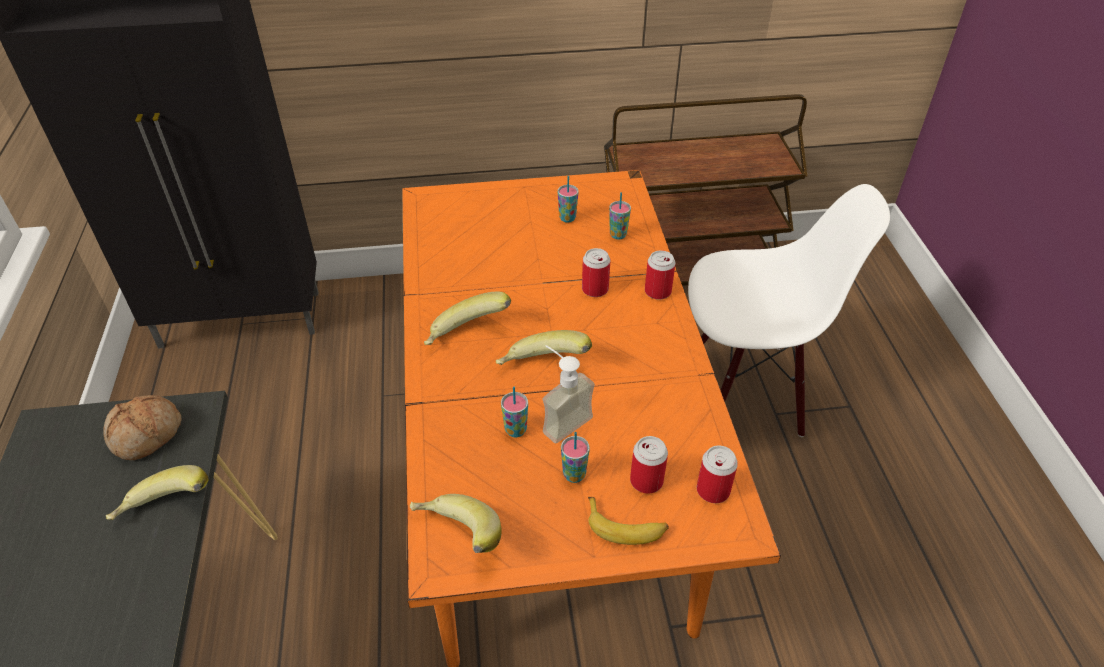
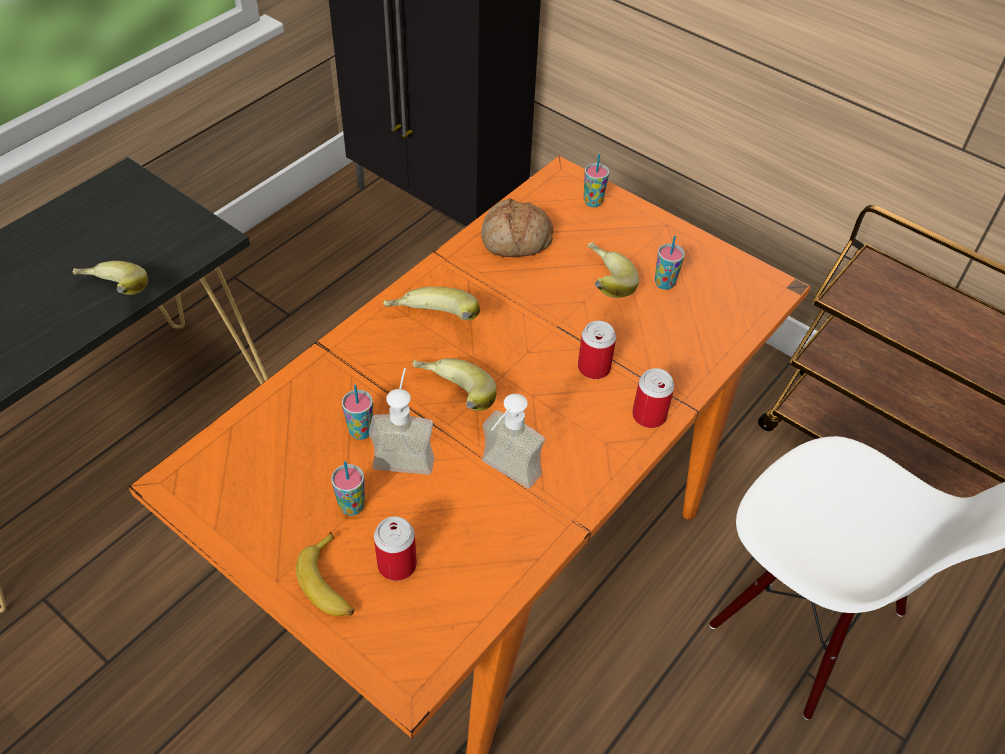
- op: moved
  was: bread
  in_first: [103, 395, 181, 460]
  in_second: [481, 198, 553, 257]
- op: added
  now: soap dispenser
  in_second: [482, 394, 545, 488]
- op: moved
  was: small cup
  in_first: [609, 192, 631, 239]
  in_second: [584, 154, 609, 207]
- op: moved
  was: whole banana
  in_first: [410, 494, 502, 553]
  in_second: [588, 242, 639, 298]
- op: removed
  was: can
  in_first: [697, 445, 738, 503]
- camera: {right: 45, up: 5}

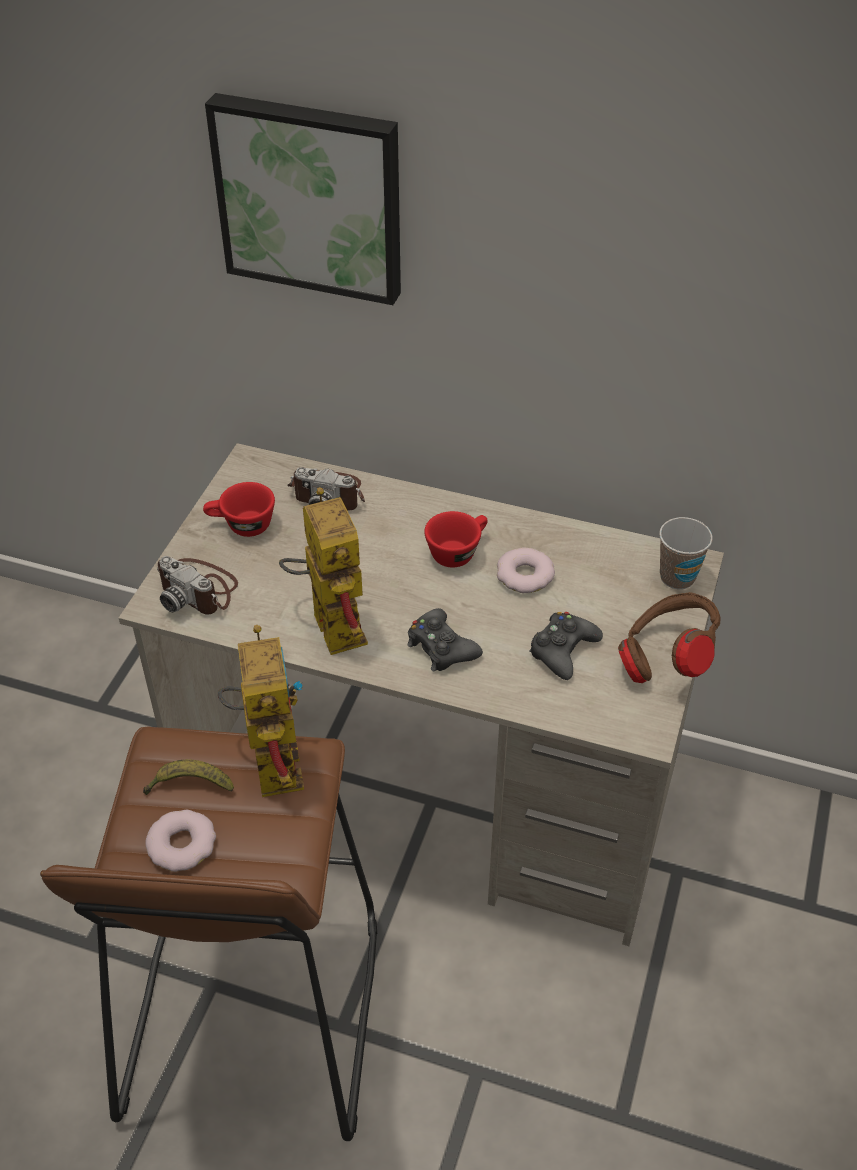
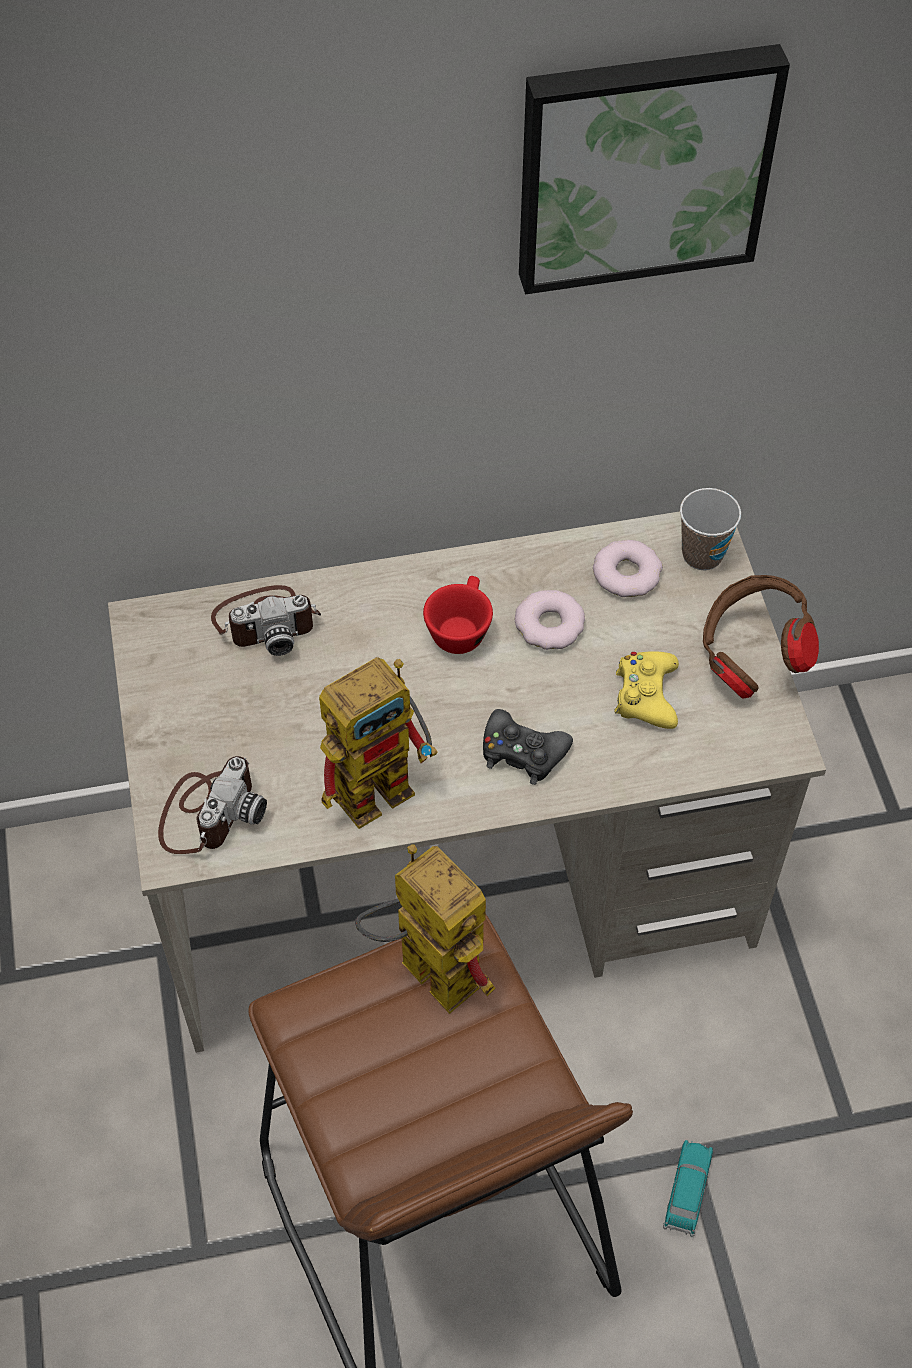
- op: turned
  was: photo camera
  in_first: [157, 556, 238, 615]
  in_second: [158, 756, 267, 854]
  clockwise: -75
- op: turned
  was: toy robot
  in_first: [279, 487, 368, 655]
  in_second: [319, 657, 438, 829]
  clockwise: 105
- op: moved
  was: wall art
  in_first: [205, 93, 401, 305]
  in_second: [519, 44, 790, 294]
- op: moved
  was: ring doughnut
  in_first: [145, 810, 216, 872]
  in_second: [593, 540, 663, 597]
- op: recoloured
  was: gamepad in black
  now: gamepad in yellowish
  in_first: [529, 612, 603, 680]
  in_second: [615, 651, 679, 729]
- op: added
  now: miniature car
  in_second: [663, 1140, 713, 1237]
- op: removed
  was: whole banana
  in_first: [143, 759, 234, 795]
- op: removed
  was: small cup in red-coloured
  in_first: [203, 482, 275, 537]
- camera: {right: -30, up: 10}

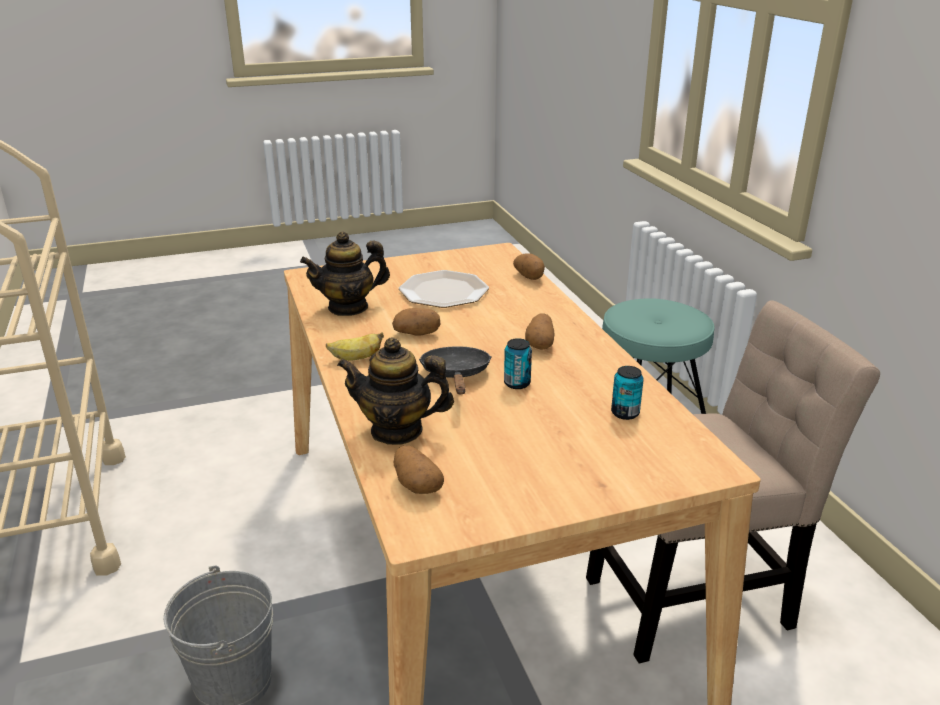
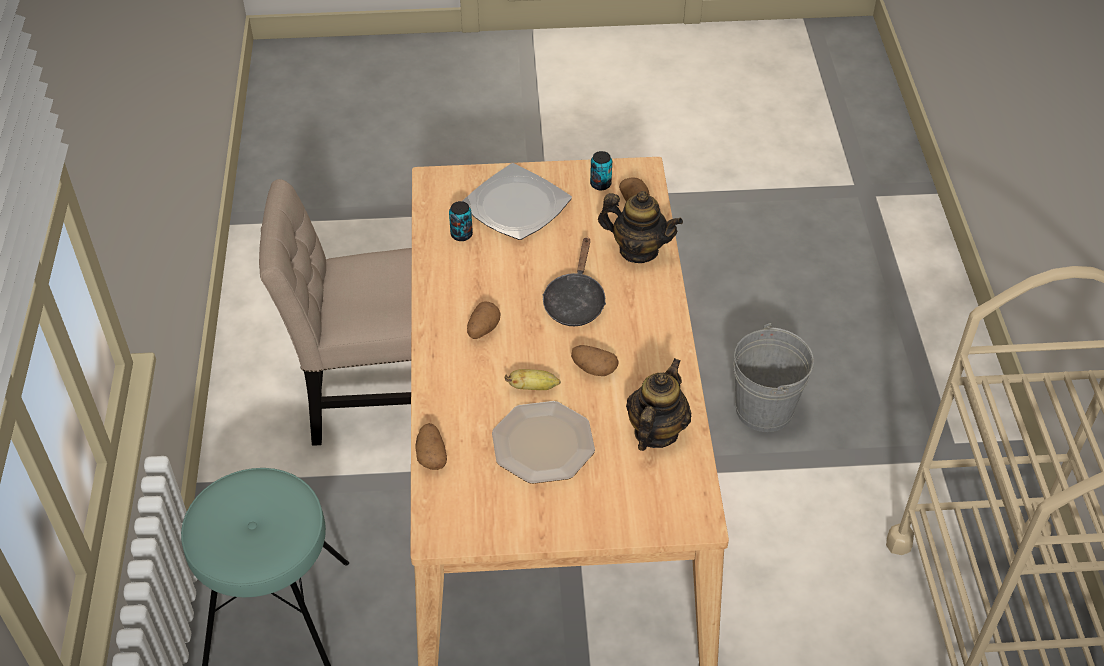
- op: added
  now: plate
  in_second: [463, 163, 572, 240]
- op: moved
  was: whole banana
  in_first: [326, 332, 384, 361]
  in_second: [505, 369, 561, 390]
- op: moved
  was: can
  in_first: [504, 338, 532, 389]
  in_second: [590, 151, 612, 190]
- op: turned
  was: tea pot
  in_first: [300, 231, 390, 316]
  in_second: [626, 358, 692, 451]
  clockwise: -60
- camera: {right: -165, up: 20}

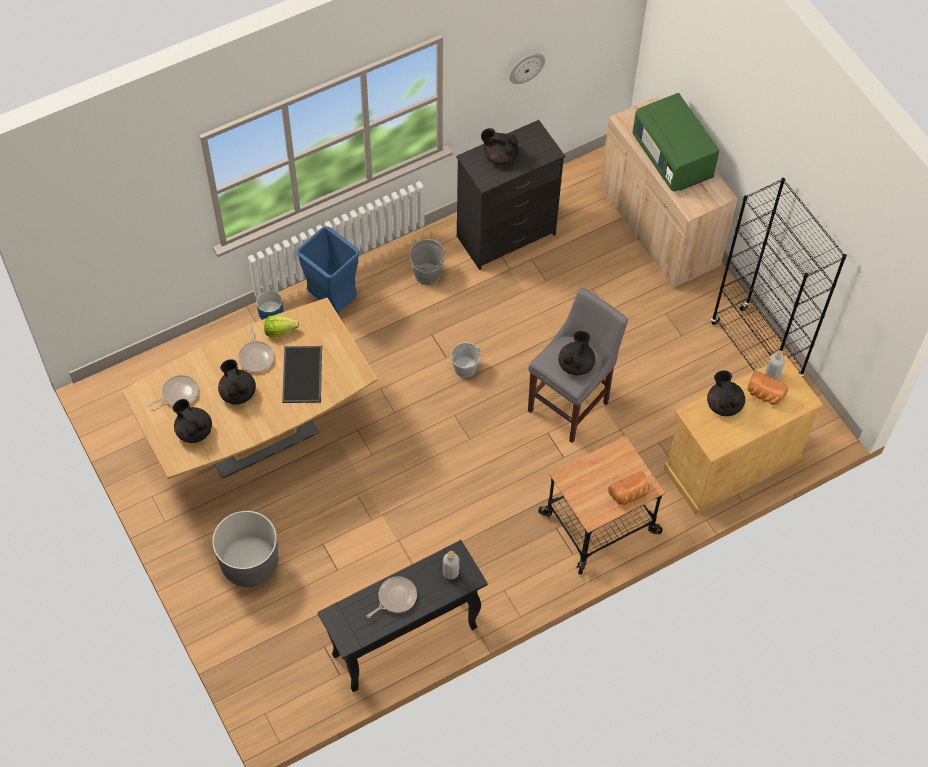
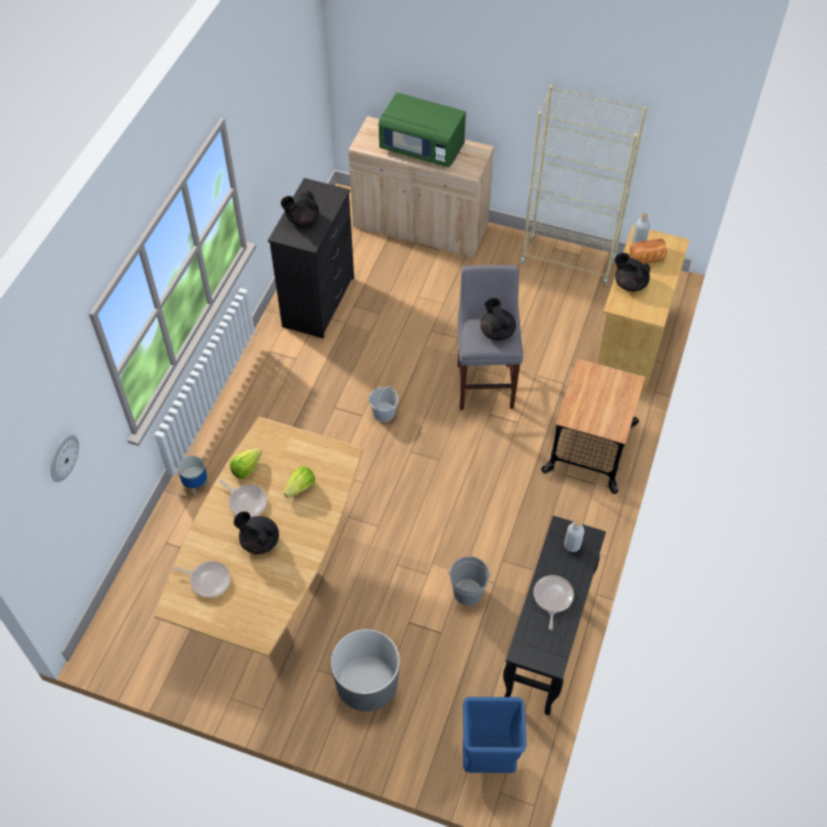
- op: moved
  was: hanging clock
  in_first: [509, 53, 545, 84]
  in_second: [51, 434, 79, 482]
- op: turned
  was: skillet
  in_first: [146, 375, 198, 407]
  in_second: [173, 561, 231, 598]
  clockwise: 90
- op: replaced
  was: carrying tray
  now: lettuce head
  in_first: [282, 346, 322, 403]
  in_second: [284, 466, 315, 498]
- op: moved
  was: bucket in greyish
  in_first: [410, 239, 445, 285]
  in_second: [447, 556, 492, 606]
- op: moved
  was: trash can in blue
  in_first: [296, 226, 360, 313]
  in_second: [463, 697, 527, 773]
- op: recoloured
  was: bookshelf in black
  now: bookshelf in beige-coloured
  in_first: [711, 178, 847, 377]
  in_second: [521, 85, 647, 285]
- op: removed
  was: tea pot in black
  in_first: [172, 399, 212, 443]
- op: removed
  was: bread
  in_first: [608, 471, 649, 505]
- camera: {right: -40, up: -5}

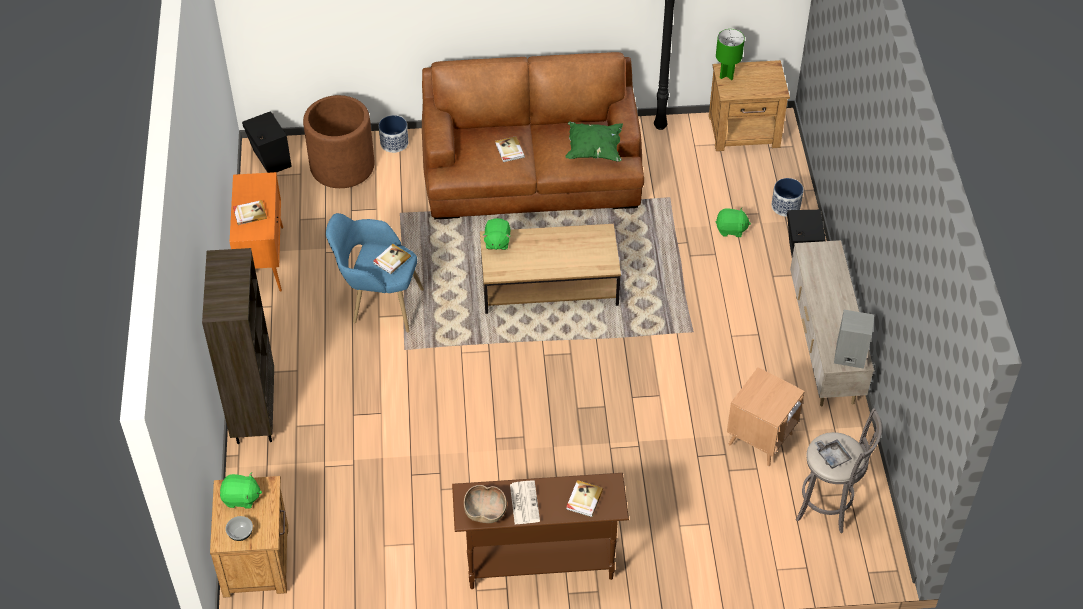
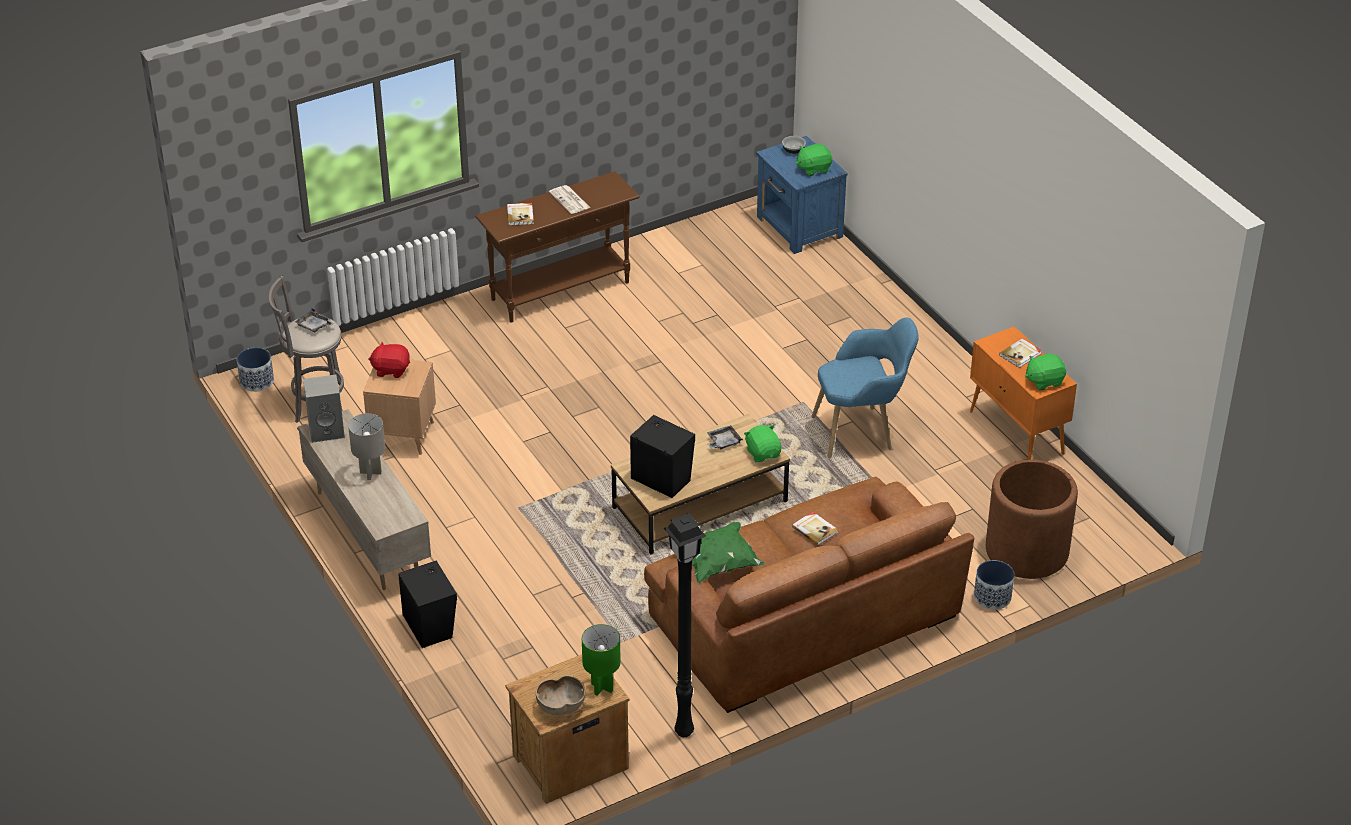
- op: moved
  was: flower pot
  in_first: [771, 178, 804, 217]
  in_second: [237, 347, 274, 392]
- op: added
  now: tabletop lamp in greyish
  in_second: [348, 413, 386, 480]
- op: added
  now: cuddly toy in red-coloured
  in_second: [368, 342, 410, 378]
- op: moved
  was: deep dish in brown
  in_first: [464, 485, 507, 523]
  in_second: [536, 675, 585, 716]
- op: moved
  was: speaker in black
  in_first: [242, 111, 292, 173]
  in_second: [630, 415, 695, 498]
- op: added
  now: carrying tray in greyish
  in_second: [707, 425, 743, 449]
- op: recoloured
  was: nightstand in brown
  now: nightstand in blue
  in_first: [210, 476, 288, 598]
  in_second: [756, 136, 848, 254]
- op: moved
  was: cuddly toy in green-coloured
  in_first: [716, 208, 751, 237]
  in_second: [1025, 353, 1066, 391]
- op: removed
  was: bookshelf in brown
  in_first: [202, 248, 274, 444]
- op: removed
  was: book
  in_first: [373, 244, 411, 274]
- camera: {right: 155, up: -10}

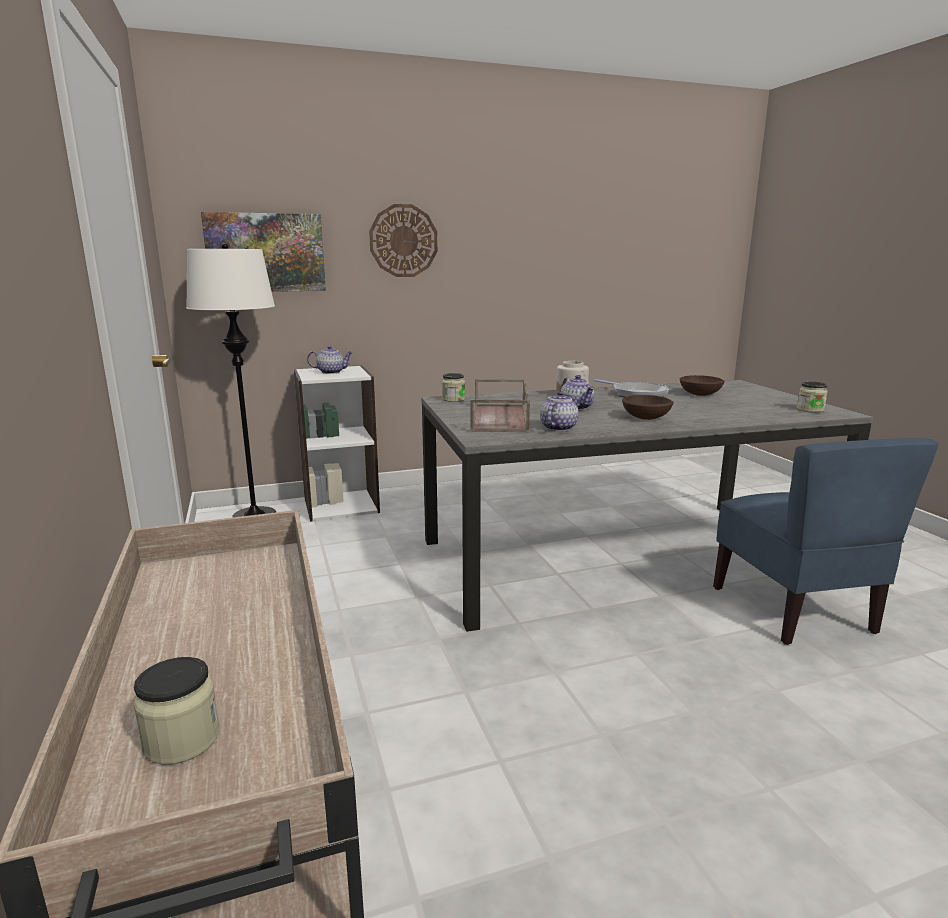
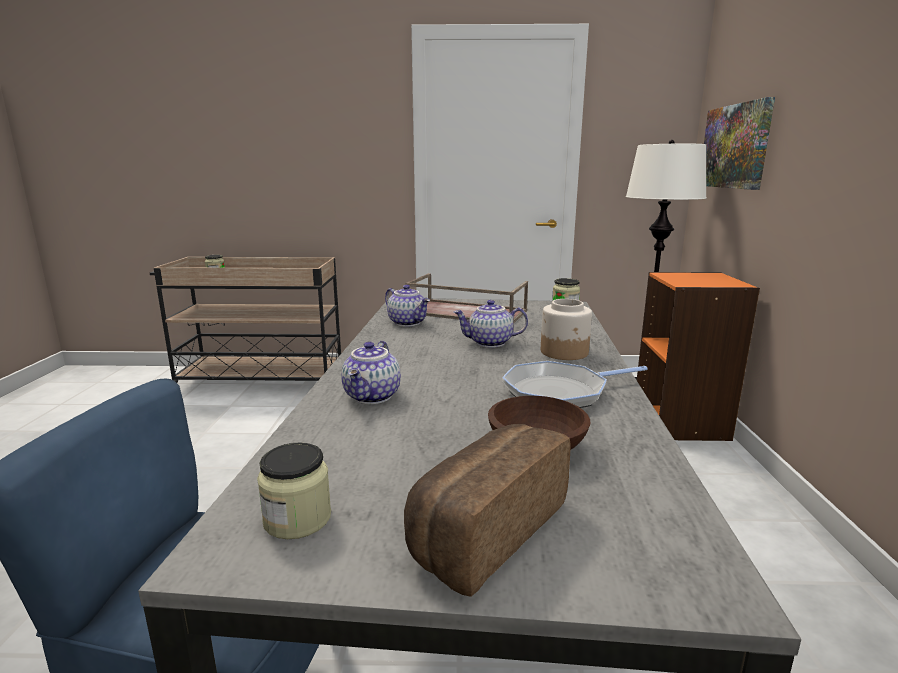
- op: moved
  was: tea pot
  in_first: [307, 346, 353, 374]
  in_second: [341, 341, 401, 404]
- op: added
  now: bread
  in_second: [404, 424, 571, 597]
- op: recoloured
  was: bookshelf in white-coloured
  now: bookshelf in orange
  in_first: [294, 366, 380, 522]
  in_second: [637, 272, 760, 441]
- op: removed
  was: hanging clock
  in_first: [369, 204, 438, 277]
- op: removed
  was: deep dish in brown
  in_first: [622, 395, 674, 420]
- camera: {right: 110, up: 0}

